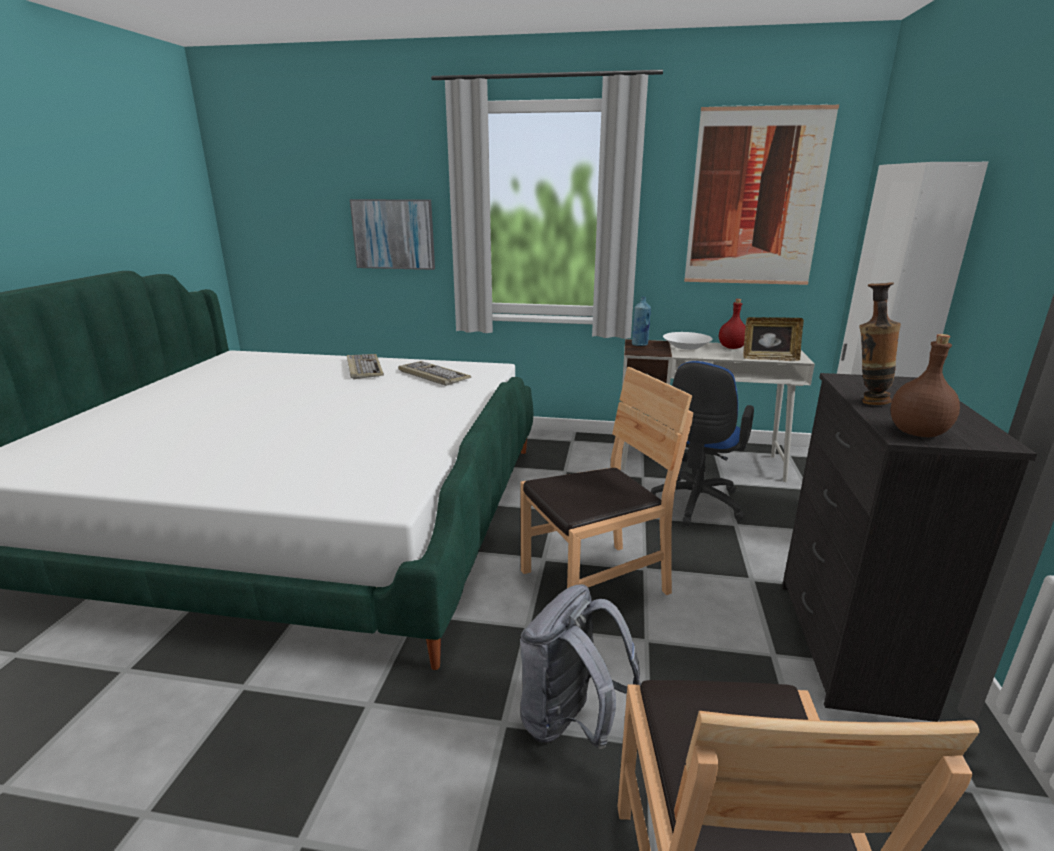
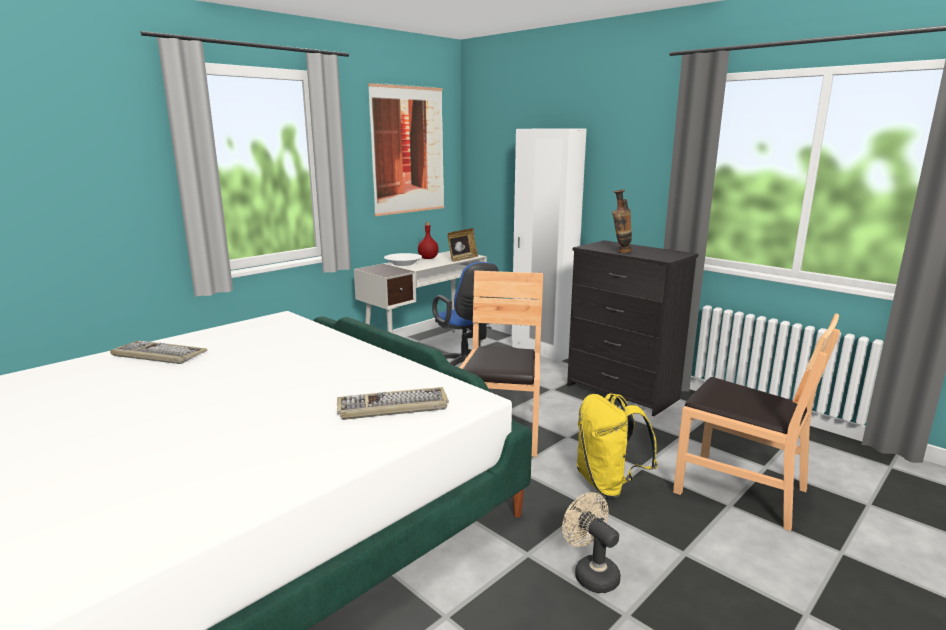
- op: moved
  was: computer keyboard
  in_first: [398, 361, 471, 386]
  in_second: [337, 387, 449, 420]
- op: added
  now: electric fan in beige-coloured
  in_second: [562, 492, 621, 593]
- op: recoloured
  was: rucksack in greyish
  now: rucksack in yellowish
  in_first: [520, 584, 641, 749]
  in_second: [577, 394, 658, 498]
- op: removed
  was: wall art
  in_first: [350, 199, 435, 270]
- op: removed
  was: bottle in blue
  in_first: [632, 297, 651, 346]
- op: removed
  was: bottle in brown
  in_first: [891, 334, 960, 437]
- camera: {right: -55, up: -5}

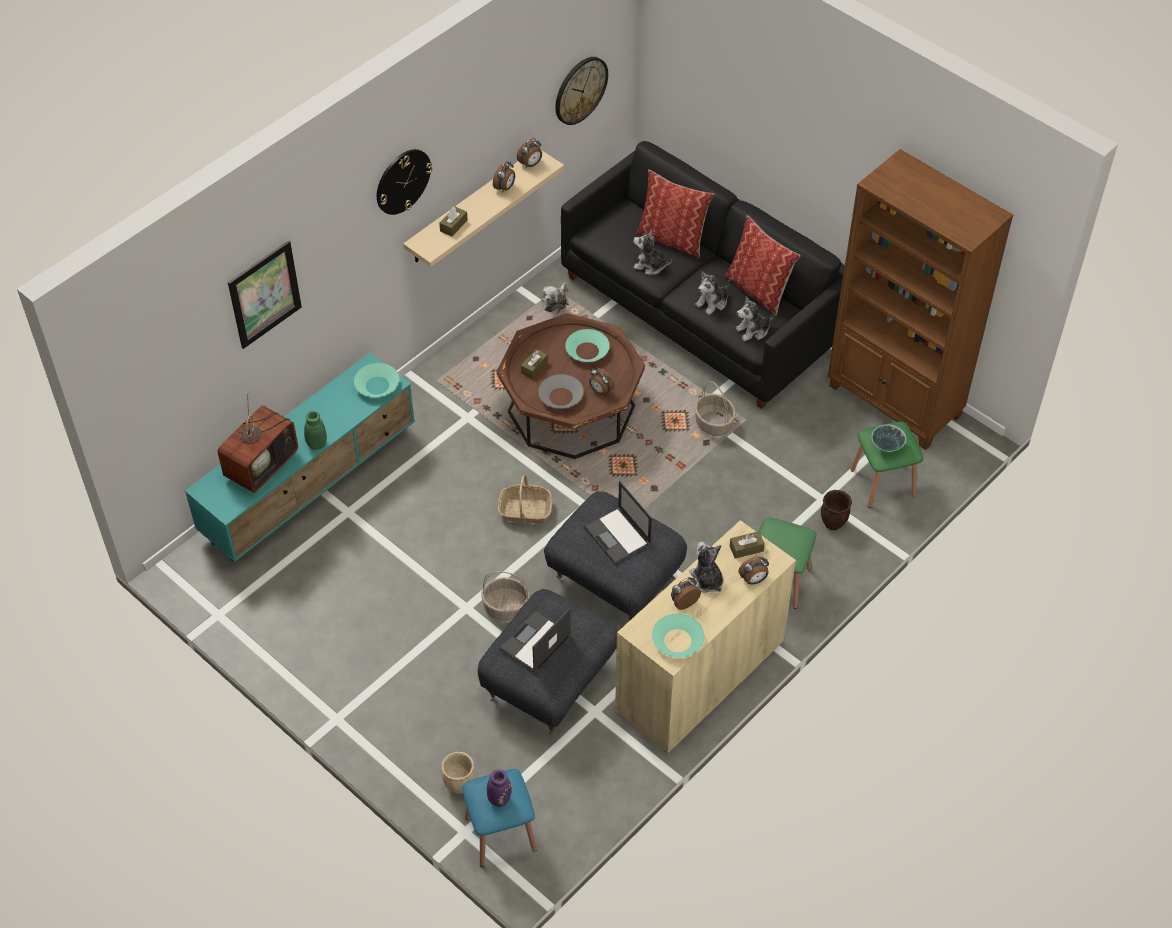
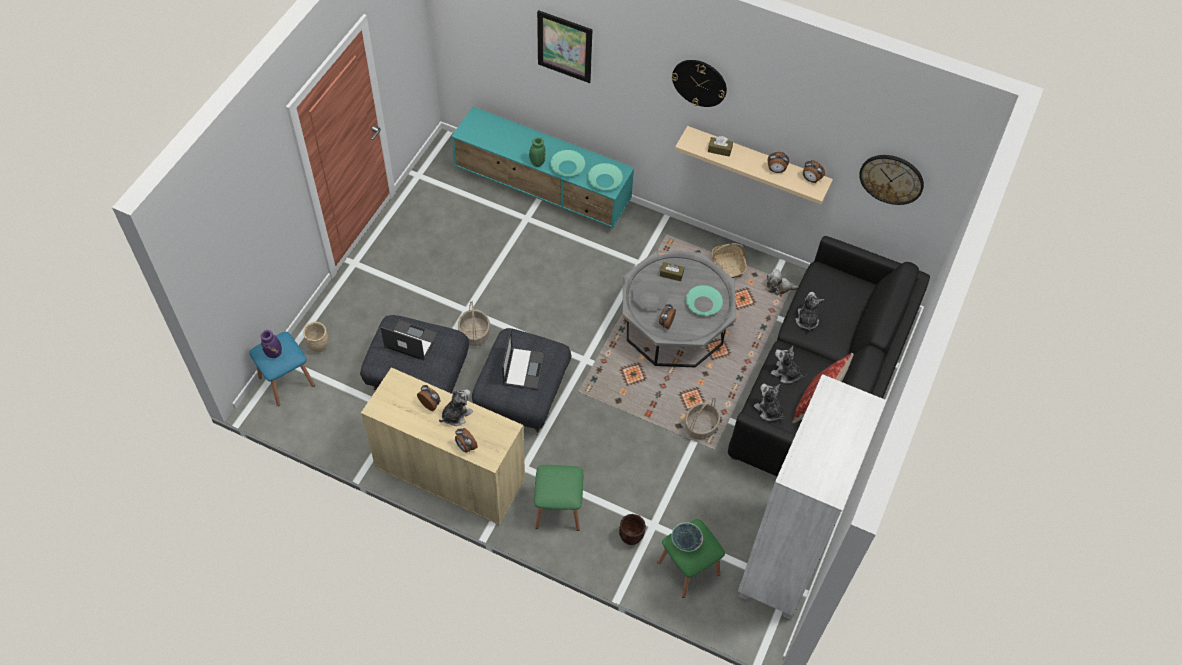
- op: turned
  was: notebook computer
  in_first: [584, 481, 652, 564]
  in_second: [502, 329, 545, 390]
  clockwise: 150
- op: moved
  was: deep dish in turquoise-coloured
  in_first: [652, 613, 704, 658]
  in_second: [551, 150, 585, 176]
- op: recoloured
  was: coffee table in brown
  now: coffee table in greyish
  in_first: [497, 313, 645, 459]
  in_second: [622, 251, 736, 367]
- op: moved
  was: basket
  in_first: [498, 475, 552, 523]
  in_second: [712, 243, 747, 278]
- op: recoloured
  was: bookshelf in brown
  now: bookshelf in white-coloured
  in_first: [828, 149, 1013, 450]
  in_second: [738, 374, 886, 620]
- op: removed
  was: TV
  in_first: [218, 393, 298, 493]
- op: removed
  was: pillow
  in_first: [635, 170, 714, 258]
- op: removed
  was: tissue holder in brown
  in_first: [730, 531, 765, 559]
- camera: {right: 70, up: 5}

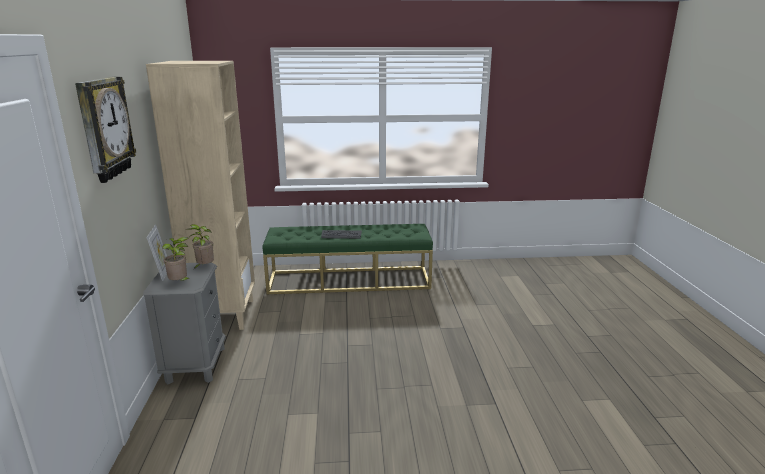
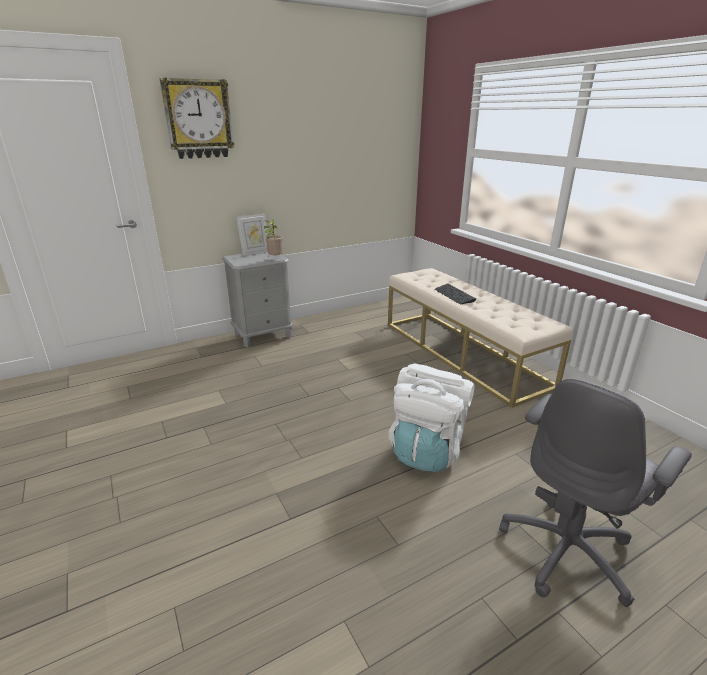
- op: recoloured
  was: long seat in green-coloured
  now: long seat in beige-coloured
  in_first: [262, 224, 433, 294]
  in_second: [388, 268, 573, 408]
- op: added
  now: rucksack in white-coloured
  in_second: [388, 363, 475, 472]
- op: added
  now: computer chair in greyish
  in_second: [499, 378, 692, 607]
- op: removed
  was: bookshelf in beige-coloured
  in_first: [146, 61, 255, 330]
- op: removed
  was: plant in a pot
  in_first: [162, 237, 193, 281]
- camera: {right: 65, up: 5}

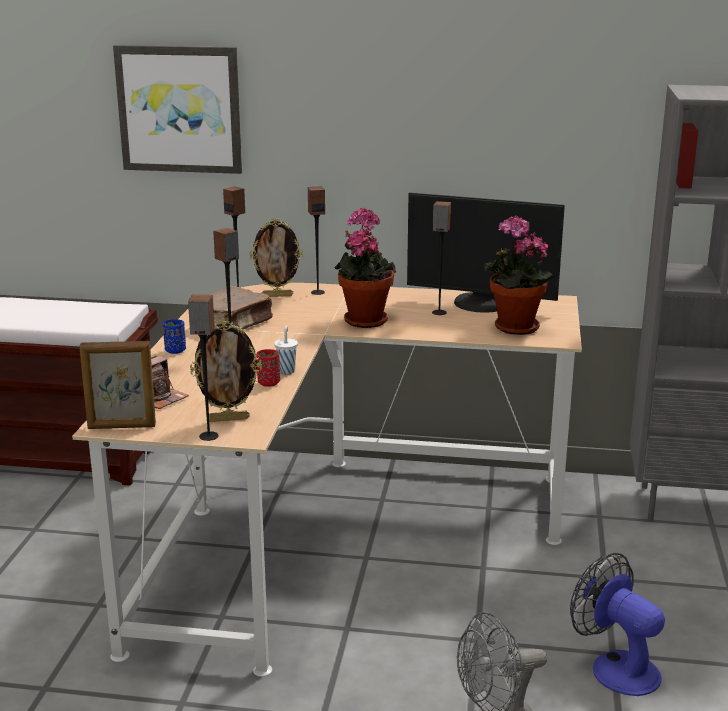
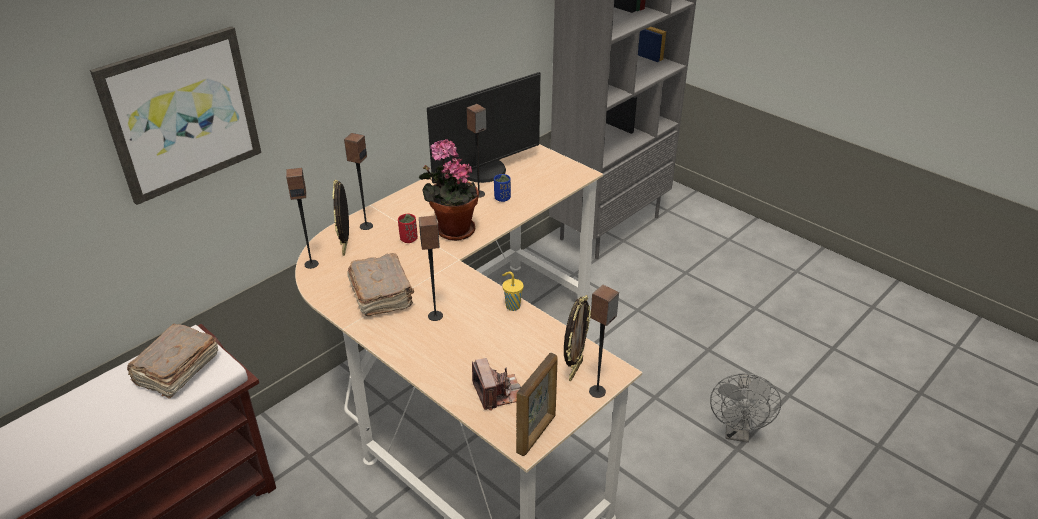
- op: added
  now: book in brown
  in_second: [127, 324, 218, 399]
- op: turned
  was: picture frame
  in_first: [250, 218, 303, 297]
  in_second: [332, 180, 349, 256]
  clockwise: 150
- op: moved
  was: small cup in red-coloured
  in_first: [256, 349, 280, 387]
  in_second: [398, 214, 418, 243]
- op: moved
  was: small cup in blue
  in_first: [163, 319, 186, 354]
  in_second: [494, 174, 511, 202]
- op: recoloured
  was: small cup in white-coloured
  now: small cup in yellowish
  in_first: [274, 325, 298, 374]
  in_second: [502, 272, 524, 311]
- op: removed
  was: plant in a pot
  in_first: [483, 215, 555, 335]
- op: removed
  was: electric fan
  in_first: [570, 553, 665, 696]
- camera: {right: -55, up: 15}

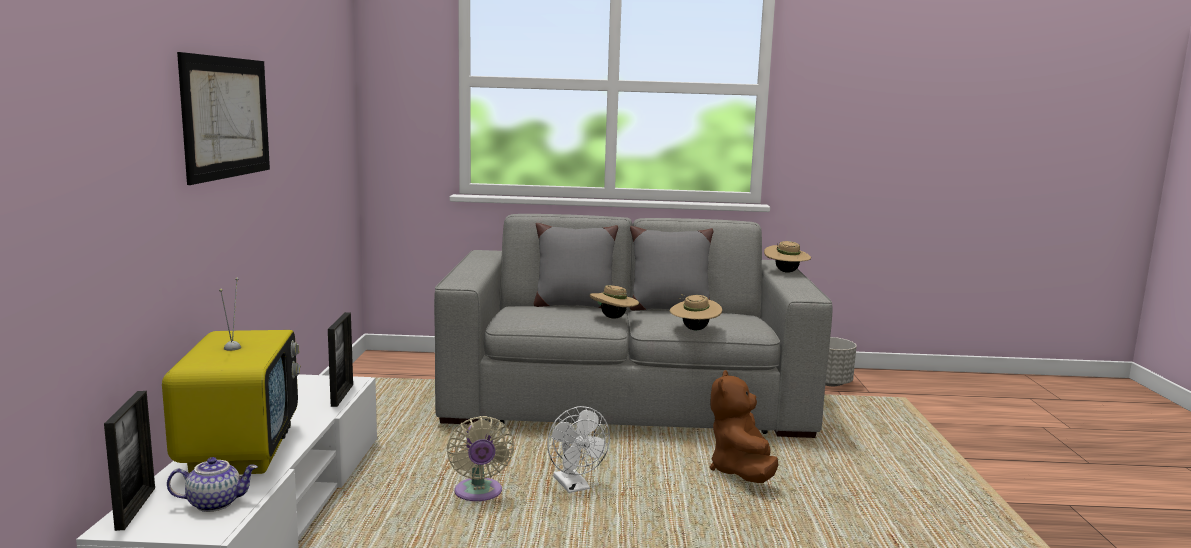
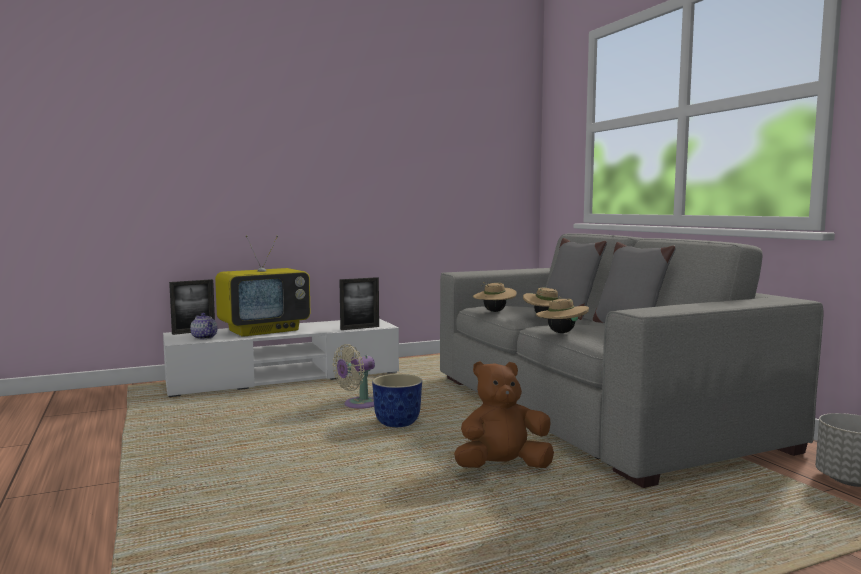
- op: replaced
  was: electric fan in white-coloured
  now: flower pot
  in_first: [547, 406, 610, 493]
  in_second: [372, 374, 422, 427]
- op: moved
  was: hat in beige-coloured
  in_first: [764, 241, 811, 273]
  in_second: [473, 282, 517, 312]
- op: removed
  was: wall art
  in_first: [177, 52, 270, 185]
- camera: {right: 65, up: -5}

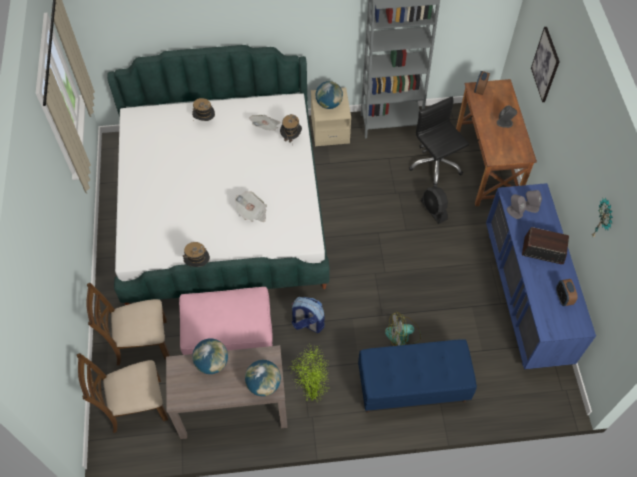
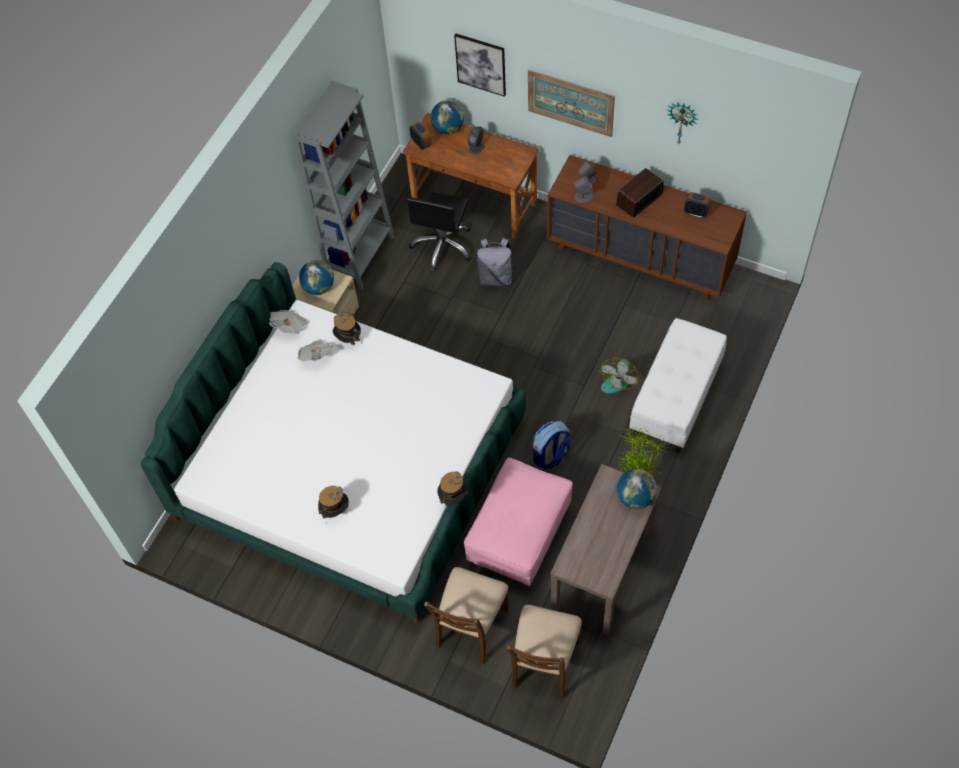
- op: moved
  was: newspaper
  in_first: [235, 191, 267, 222]
  in_second: [269, 310, 310, 334]
- op: moved
  was: hat
  in_first: [192, 98, 215, 121]
  in_second: [318, 486, 349, 523]
- op: turned
  was: computer chair in black
  in_first: [409, 96, 469, 187]
  in_second: [407, 190, 471, 272]
  clockwise: -75
- op: moved
  was: desk globe
  in_first: [192, 338, 228, 374]
  in_second: [431, 100, 464, 134]
- op: replaced
  was: electric fan in black
  now: rucksack in greyish
  in_first: [421, 187, 448, 224]
  in_second: [476, 238, 515, 286]
- op: added
  now: wall art
  in_second: [528, 70, 615, 137]
- op: recoloured
  was: dresser in blue
  now: dresser in brown
  in_first: [486, 183, 596, 369]
  in_second: [547, 155, 747, 301]
- op: recoloured
  was: long seat in blue
  now: long seat in white-coloured
  in_first: [358, 339, 477, 413]
  in_second: [630, 318, 727, 453]
- camera: {right: -55, up: 0}

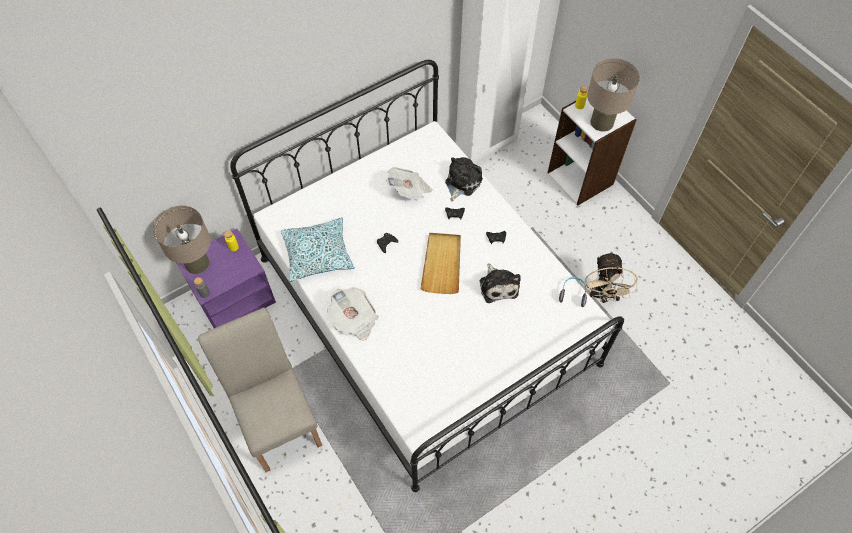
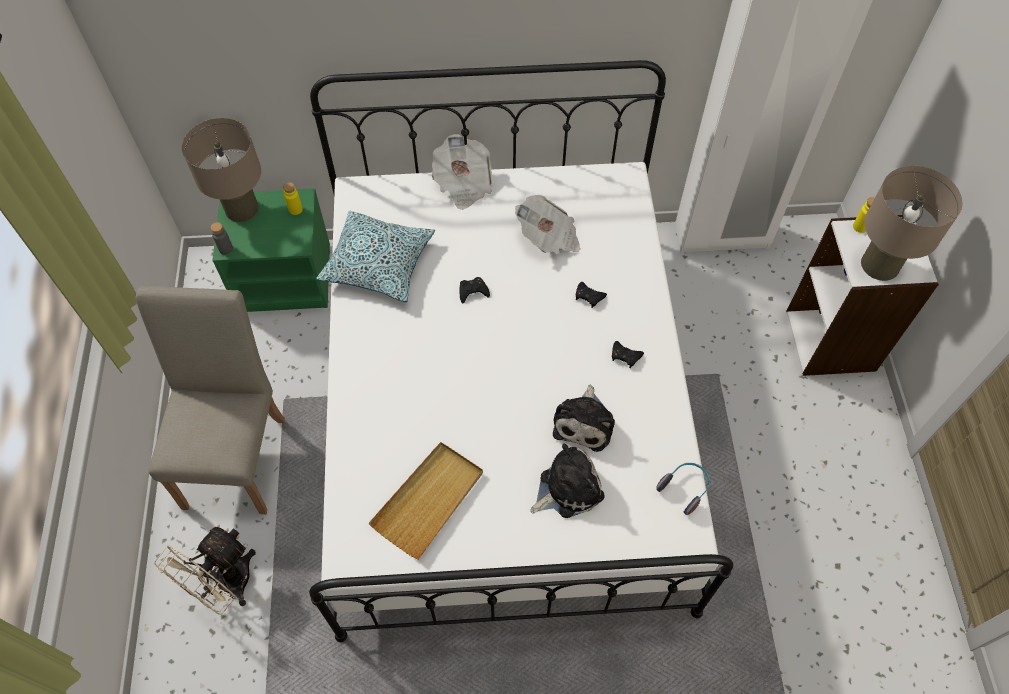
- op: moved
  was: electric fan in beige-coloured
  in_first: [585, 251, 638, 303]
  in_second: [155, 525, 256, 615]
- op: recoloured
  was: nightstand in purple
  now: nightstand in green-coloured
  in_first: [177, 228, 276, 328]
  in_second: [212, 188, 330, 312]
- op: moved
  was: carrying tray in beige-coloured
  in_first: [421, 233, 461, 294]
  in_second: [368, 442, 483, 560]
- op: moved
  was: newspaper
  in_first: [327, 287, 379, 341]
  in_second: [431, 134, 493, 210]
- op: moved
  was: cuddly toy
  in_first: [445, 157, 483, 202]
  in_second: [531, 444, 605, 518]
- camera: {right: 30, up: 0}

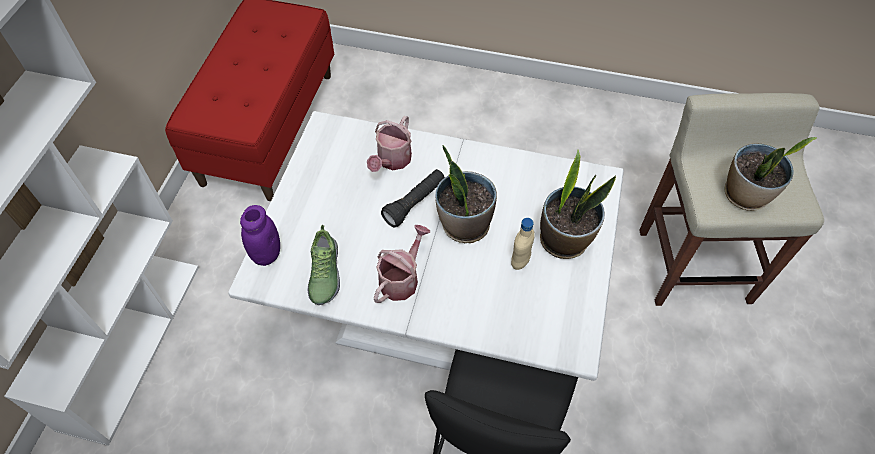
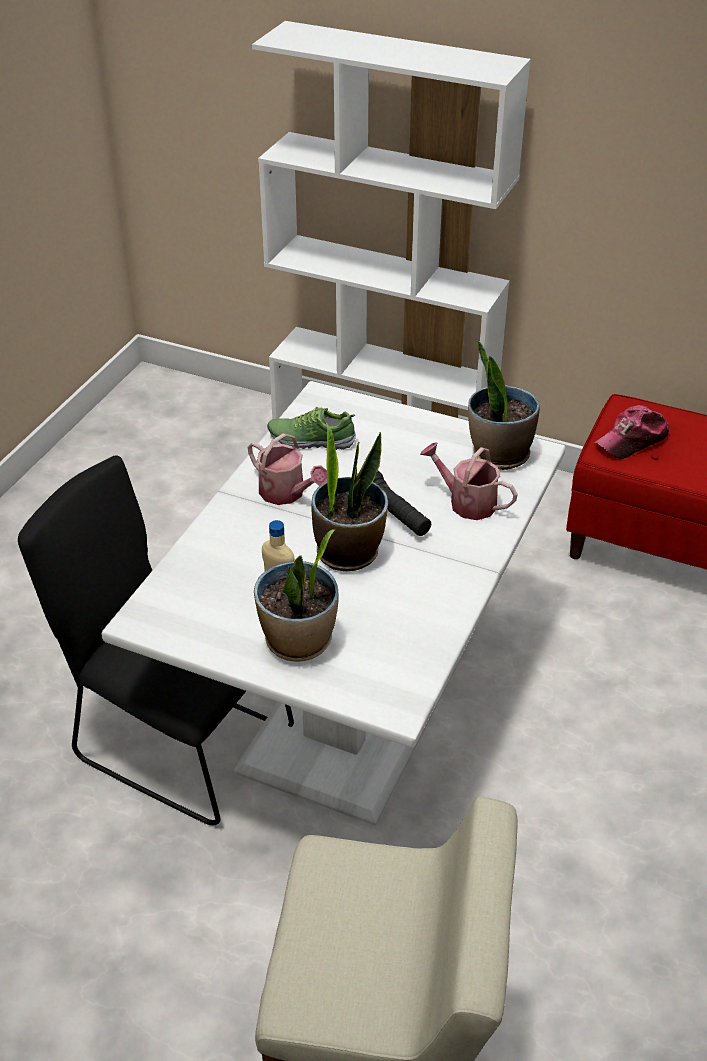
- op: moved
  was: plant in a pot
  in_first: [725, 137, 816, 211]
  in_second: [468, 341, 540, 470]
- op: added
  now: peaked cap
  in_second: [595, 405, 669, 459]
- op: removed
  was: jar in purple
  in_first: [240, 205, 280, 266]
- camera: {right: 100, up: -15}

